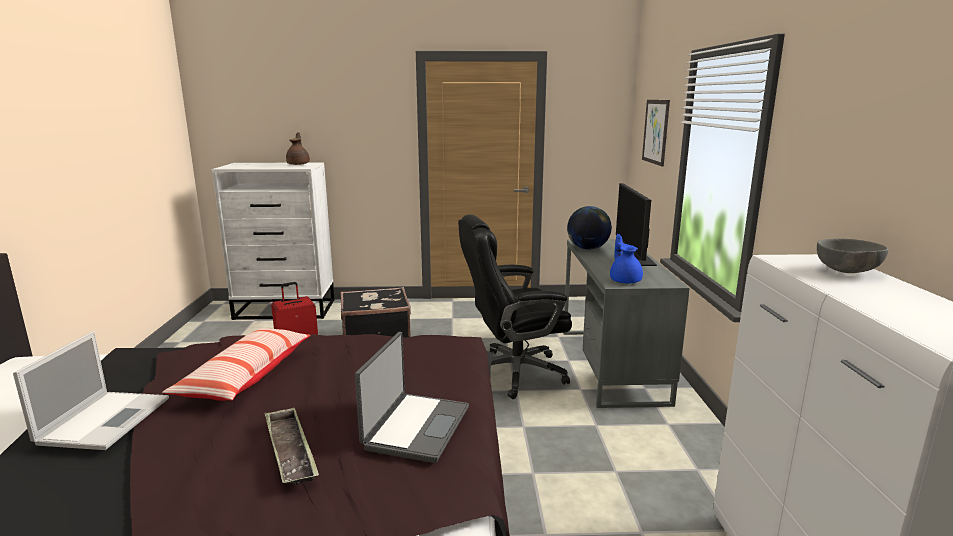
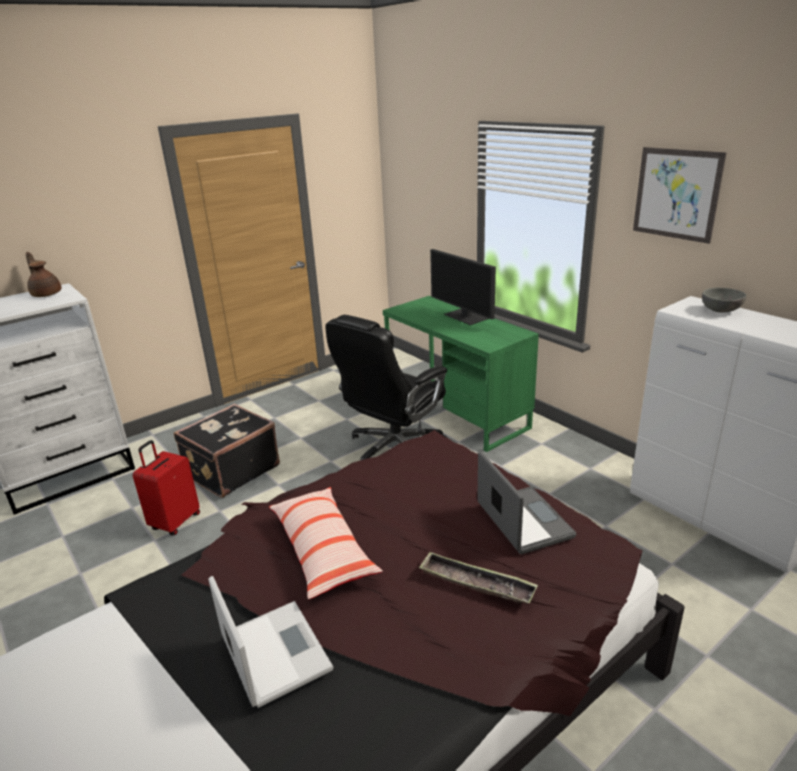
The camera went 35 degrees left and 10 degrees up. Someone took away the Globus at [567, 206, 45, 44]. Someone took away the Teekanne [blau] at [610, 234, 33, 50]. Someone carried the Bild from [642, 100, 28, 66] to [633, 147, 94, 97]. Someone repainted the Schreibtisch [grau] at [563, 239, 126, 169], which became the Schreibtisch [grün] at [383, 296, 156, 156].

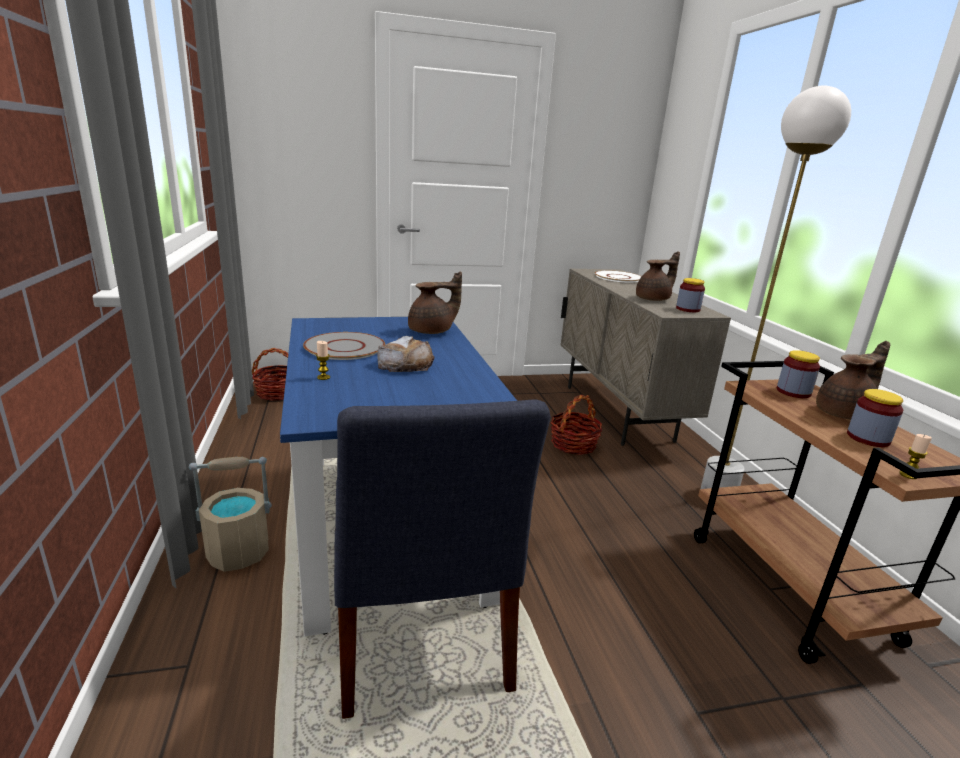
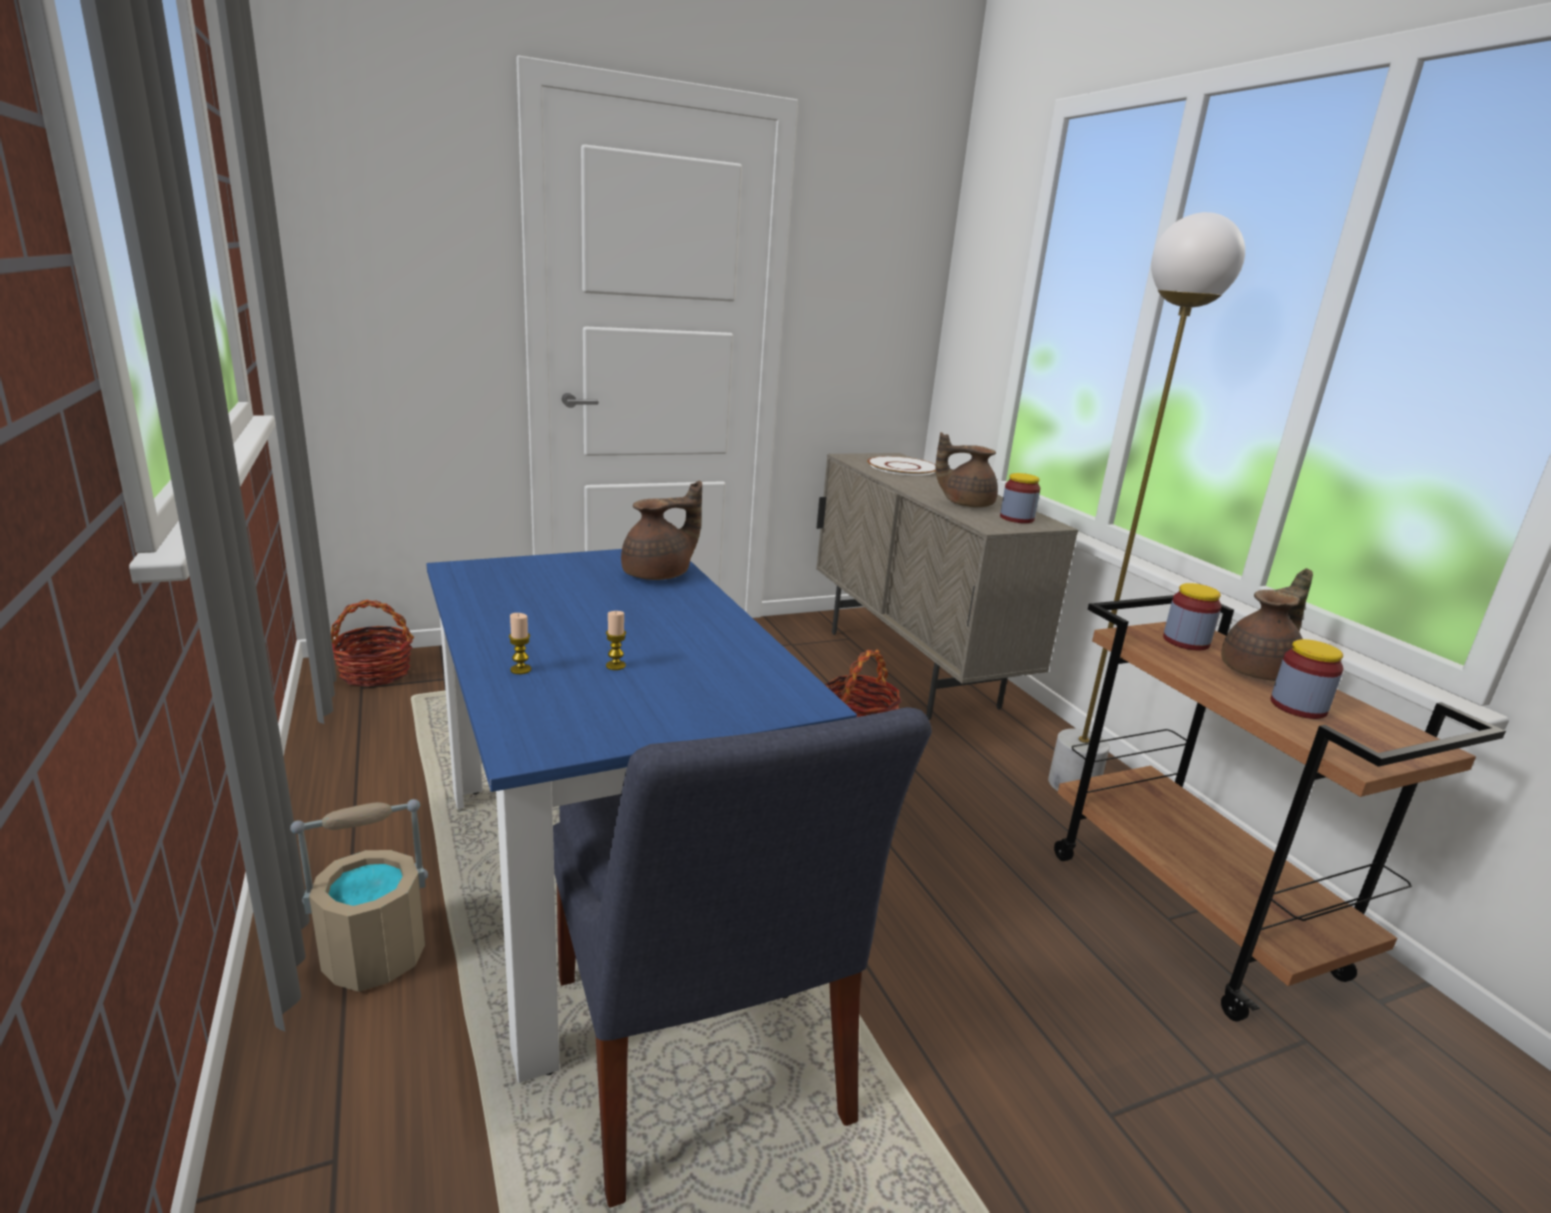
The camera went 10 degrees left and 0 degrees up. Someone took away the Teller [grau] at [303, 332, 82, 28]. Someone took away the Brot at [377, 336, 57, 36]. Someone carried the Kerze from [899, 434, 33, 45] to [606, 611, 20, 59]. Someone rotated the Teekanne [braun] at [636, 251, 44, 50] by 135 degrees counterclockwise.

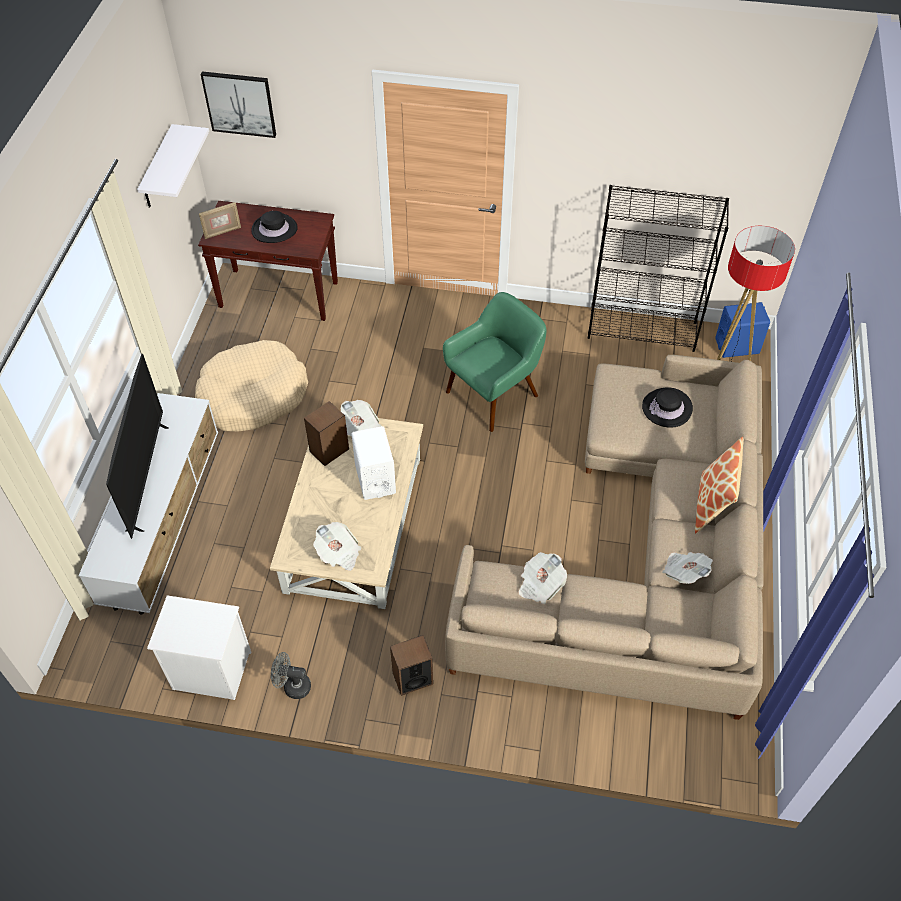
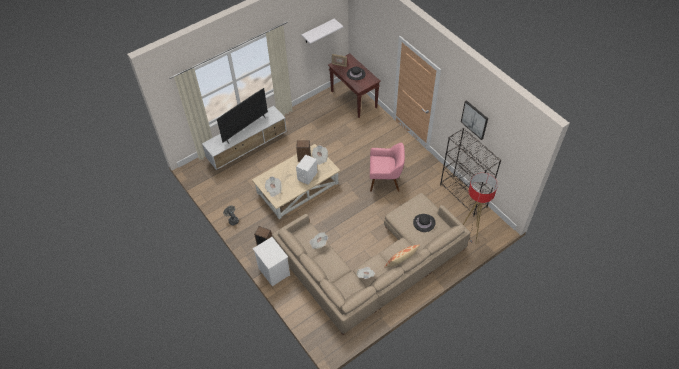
The camera went 45 degrees right and 0 degrees up. Someone took away the Hundebett [beige] at [195, 340, 113, 91]. Someone took away the Lautsprecher [blau] at [715, 302, 55, 56]. Someone carried the Nachttisch [weiß] from [147, 595, 104, 105] to [253, 237, 37, 49]. Someone carried the Bild from [200, 71, 76, 67] to [461, 100, 27, 40]. Someone repainted the Sessel [grün] at [443, 292, 103, 140], which became the Sessel [rosa] at [370, 143, 35, 49].

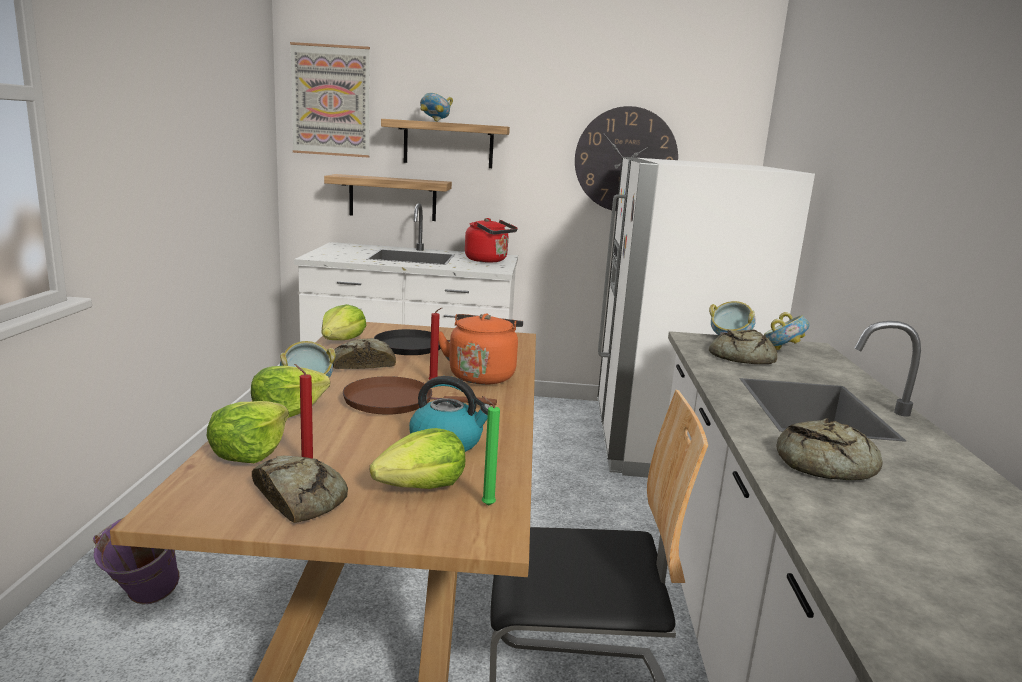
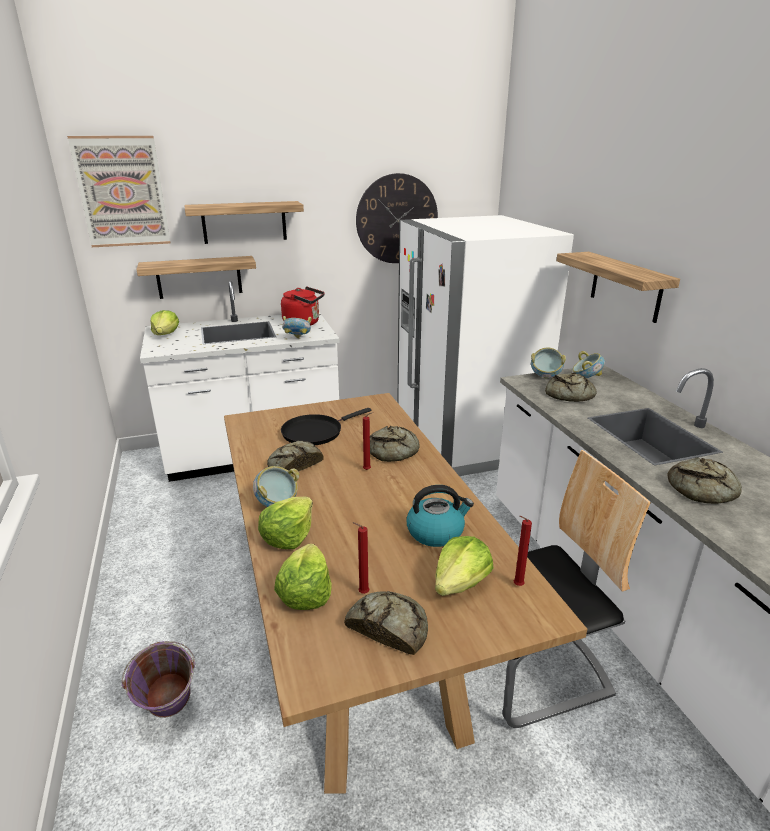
The camera went 20 degrees left and 10 degrees up. Someone took away the Pfanne [braun] at [343, 376, 154, 39]. Someone put up the Wandregal at [556, 252, 124, 71]. Someone carried the Salatkopf from [321, 304, 45, 36] to [150, 310, 29, 25]. Someone carried the Schüssel from [420, 93, 33, 29] to [282, 316, 30, 22]. Someone swapped the Wasserkessel [orange] at [439, 313, 84, 72] for the Brot at [370, 426, 50, 36]. Someone repainted the Kerze [grün] at [482, 396, 18, 110], which became the Kerze [rot] at [514, 516, 18, 70].

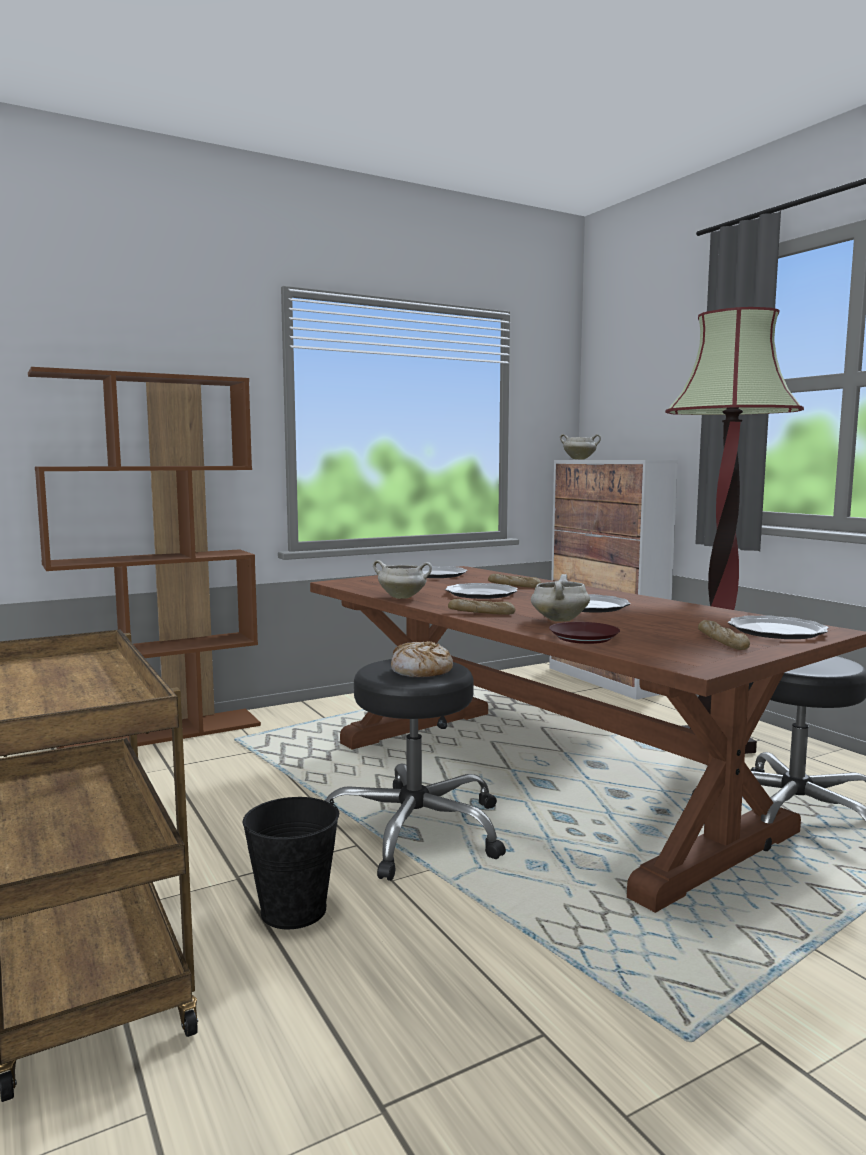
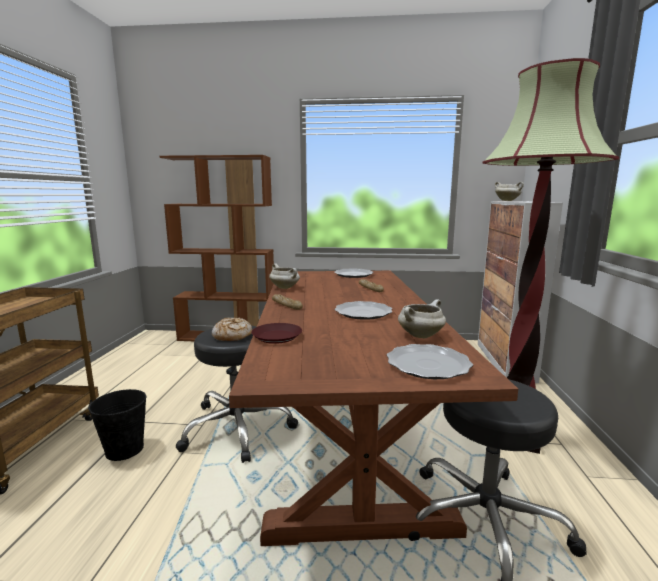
The camera went 35 degrees right and 5 degrees up. Someone took away the Teller at [445, 583, 73, 16]. Someone took away the Brot at [698, 620, 52, 30]. Someone carried the Kochtopf [weiß] from [531, 574, 59, 48] to [398, 299, 48, 39].

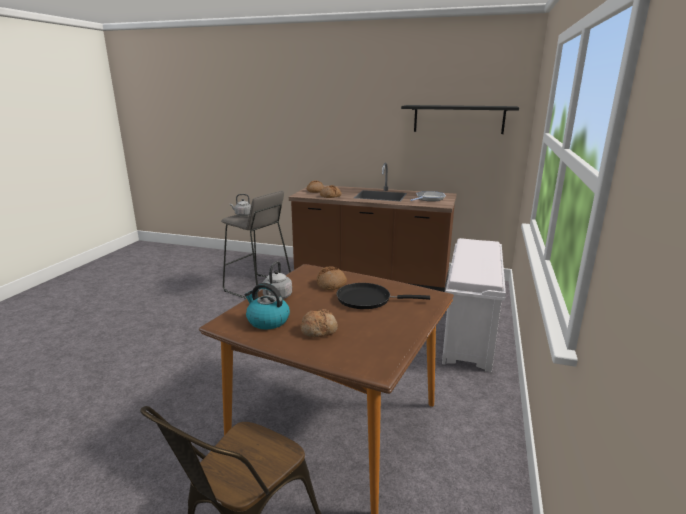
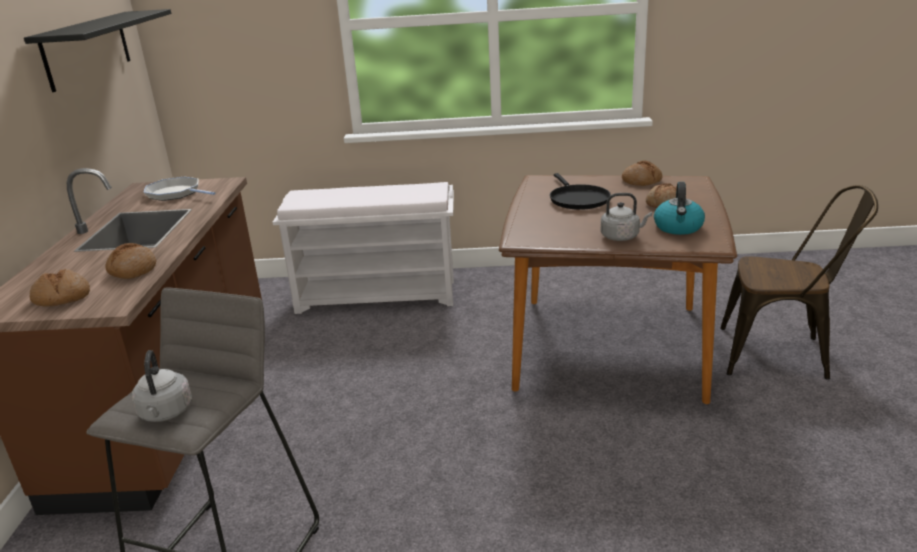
The camera went 105 degrees left and 5 degrees up. Someone carried the Brot from [317, 266, 30, 24] to [622, 161, 40, 25].

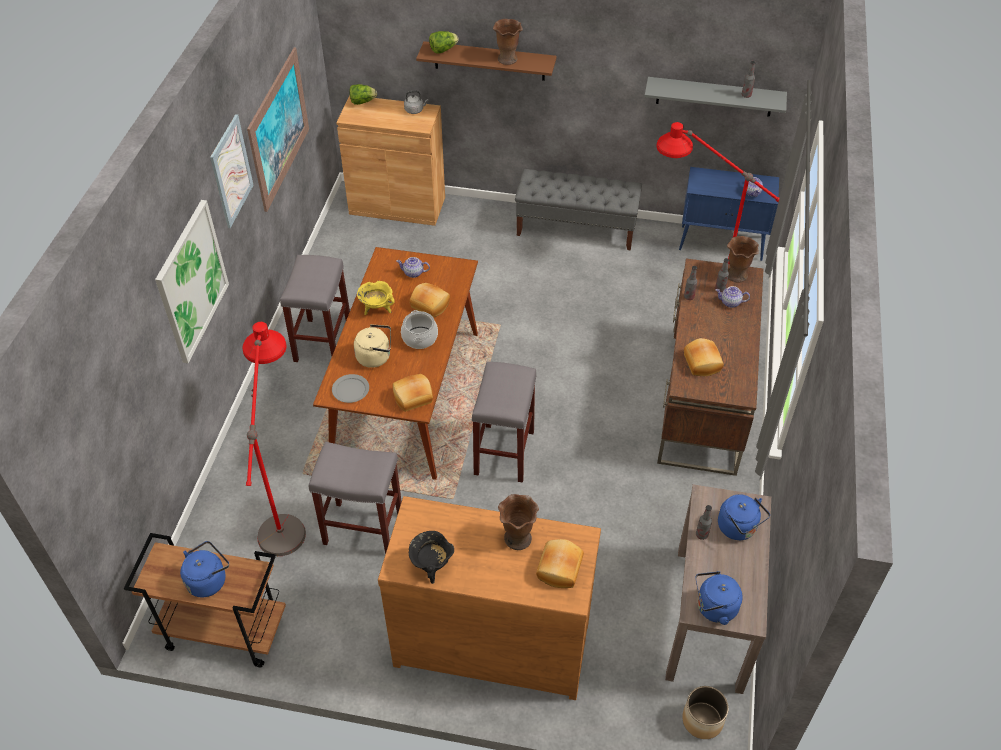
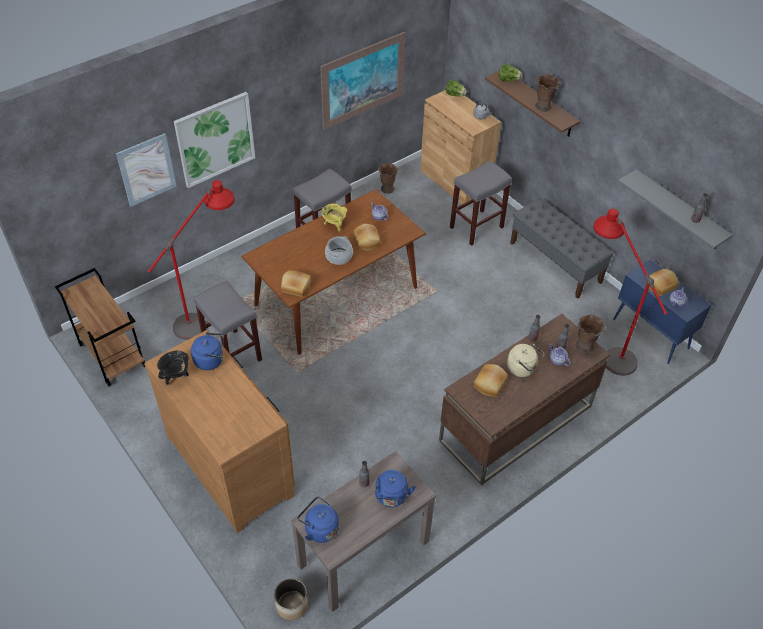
The camera went 40 degrees right and 0 degrees up. Someone took away the Teller [grau] at [332, 374, 37, 29]. Someone carried the Wasserkessel [blau] from [180, 541, 49, 56] to [191, 332, 33, 38]. Someone carried the Bild from [210, 114, 43, 114] to [116, 133, 60, 73]. Someone carried the Wasserkessel [beige] from [354, 324, 37, 44] to [507, 344, 37, 33]. Someone carried the Hocker [grau] from [471, 361, 66, 122] to [450, 161, 62, 85]. Someone carried the Vase [braun] from [498, 494, 41, 56] to [378, 163, 20, 31]. Someone carried the Brot from [536, 539, 48, 49] to [646, 269, 33, 27].

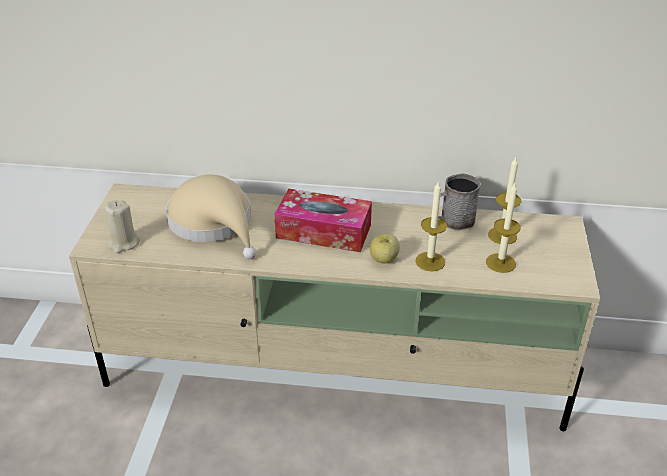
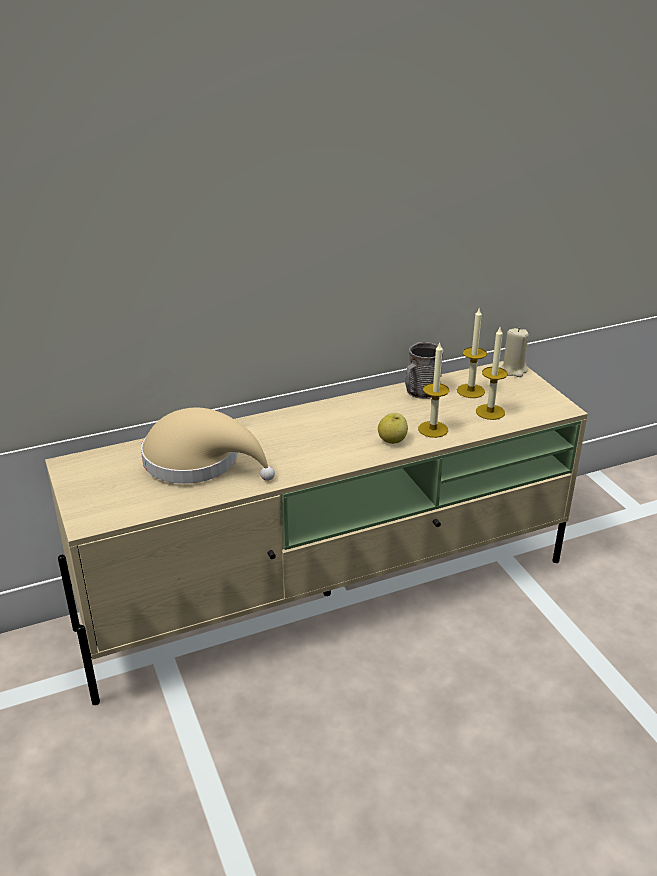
The camera went 30 degrees left and 5 degrees down. Someone took away the Taschentuchbox at [274, 189, 98, 63]. Someone carried the Kerze [beige] from [105, 200, 35, 53] to [500, 328, 29, 49].

